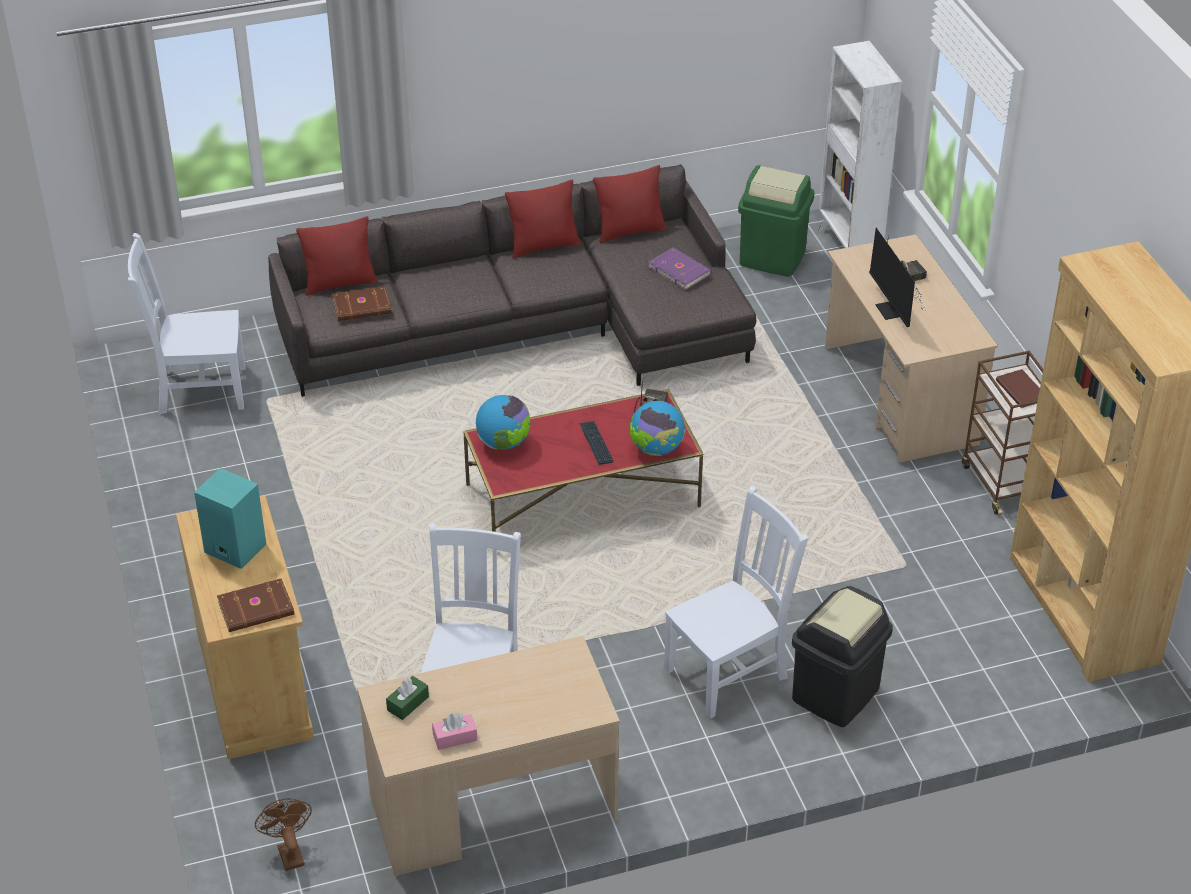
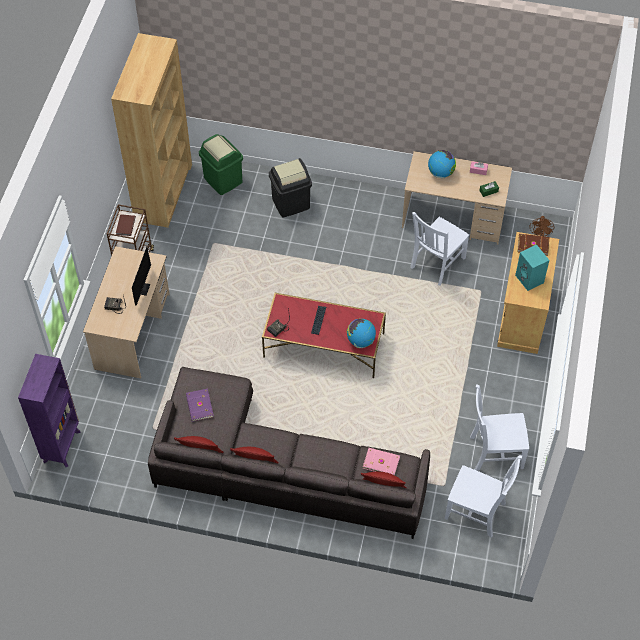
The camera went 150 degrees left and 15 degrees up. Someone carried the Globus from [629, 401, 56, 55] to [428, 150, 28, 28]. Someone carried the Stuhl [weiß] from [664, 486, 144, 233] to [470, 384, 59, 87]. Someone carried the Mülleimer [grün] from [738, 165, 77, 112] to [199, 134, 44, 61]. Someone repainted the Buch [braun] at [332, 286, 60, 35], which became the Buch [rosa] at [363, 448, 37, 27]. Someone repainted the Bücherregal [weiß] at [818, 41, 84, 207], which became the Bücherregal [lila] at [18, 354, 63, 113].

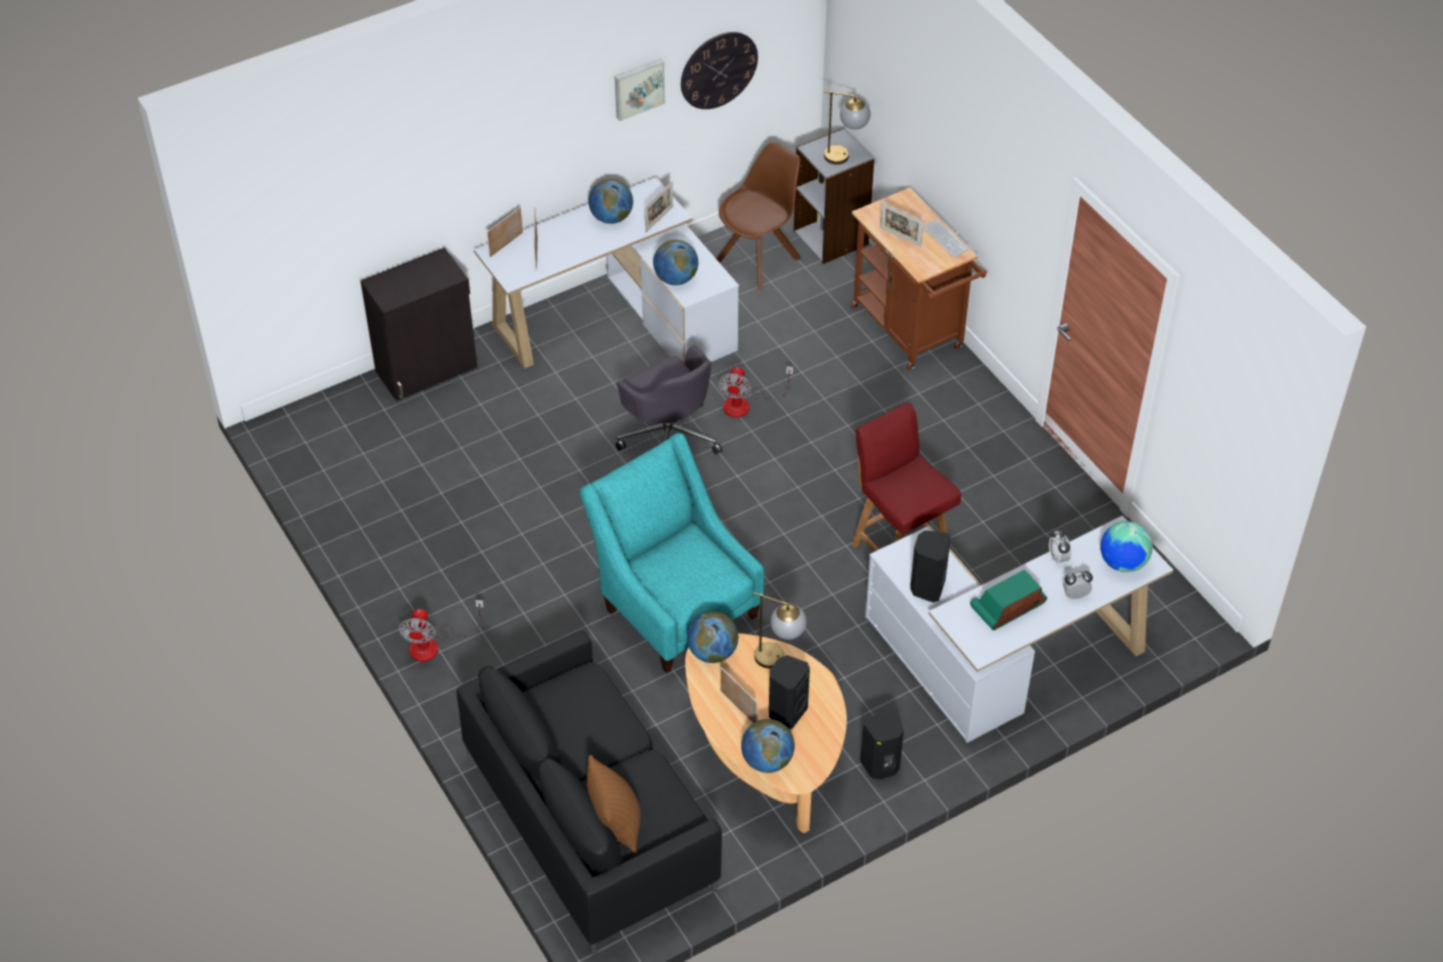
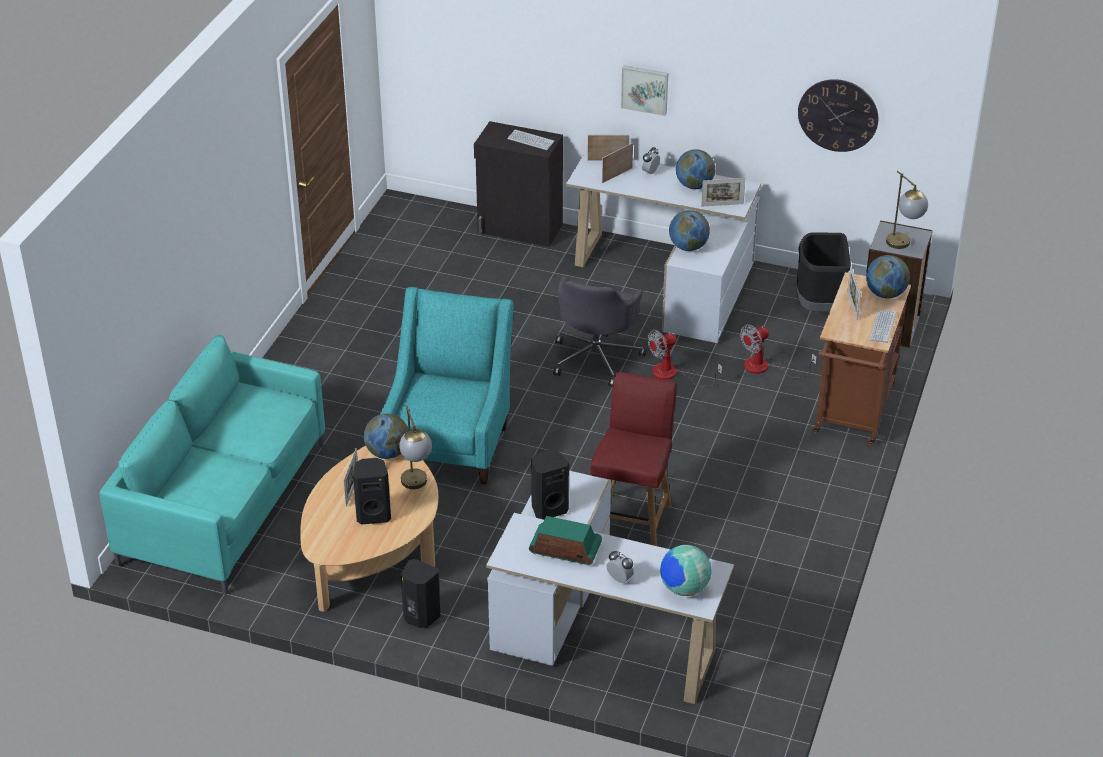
The camera went 50 degrees right and 10 degrees down. Someone took away the Kissen [braun] at [587, 755, 54, 99]. Someone put down the Tastatur at [507, 130, 47, 20]. Someone carried the Ventilator from [398, 600, 86, 62] to [740, 324, 77, 54]. Someone carried the Bild from [615, 59, 50, 62] to [621, 65, 47, 51]. Someone carried the Globus from [741, 719, 54, 54] to [866, 255, 44, 44]. Someone carried the Wecker from [1049, 529, 22, 36] to [641, 147, 19, 27]. Someone swapped the Stuhl [braun] at [716, 142, 85, 148] for the Mülleimer [schwarz] at [796, 232, 55, 80]. Someone repainted the Sofa [schwarz] at [457, 631, 265, 324], which became the Sofa [türkis] at [100, 335, 225, 260].

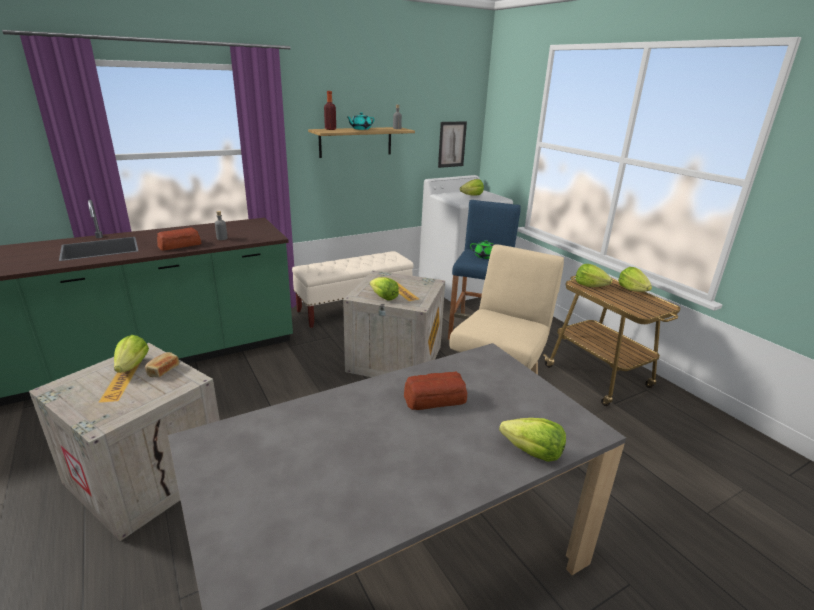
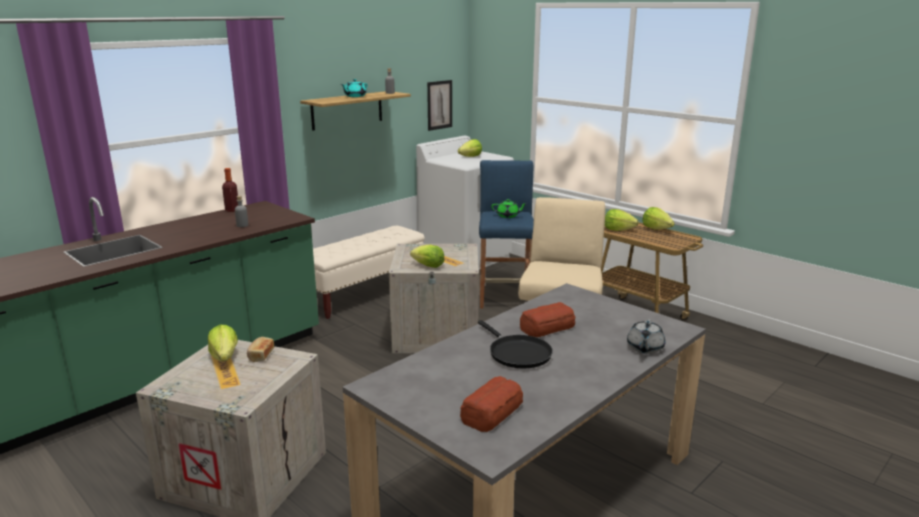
The camera went 15 degrees left and 5 degrees down. Someone put down the Pfanne [schwarz] at [478, 320, 75, 48]. Someone carried the Brot from [157, 228, 44, 23] to [460, 376, 63, 56]. Someone carried the Flasche from [324, 91, 12, 39] to [222, 168, 16, 44]. Someone swapped the Salatkopf at [499, 418, 67, 44] for the Teekanne [grau] at [627, 320, 38, 34].

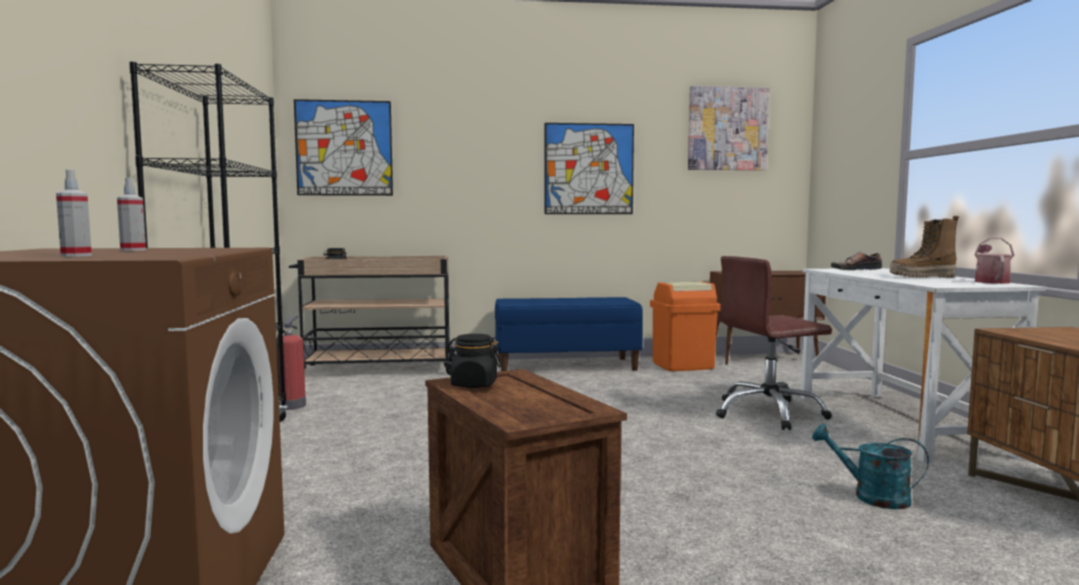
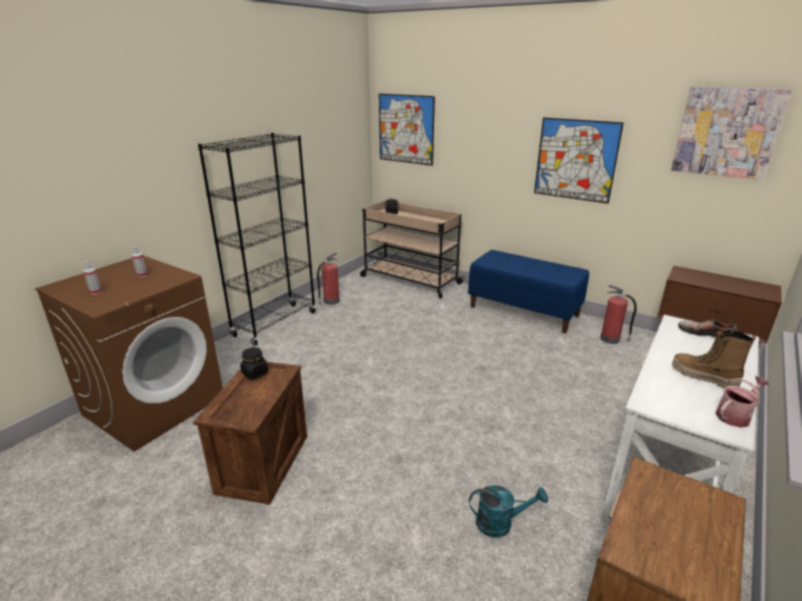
The camera went 40 degrees right and 20 degrees up. Someone took away the Bürostuhl [braun] at [716, 256, 116, 174]. Someone swapped the Mülleimer [orange] at [650, 281, 70, 90] for the Feuerlöscher at [600, 285, 37, 59]. Someone rotated the Gießkanne [türkis] at [812, 424, 117, 85] by 105 degrees clockwise.

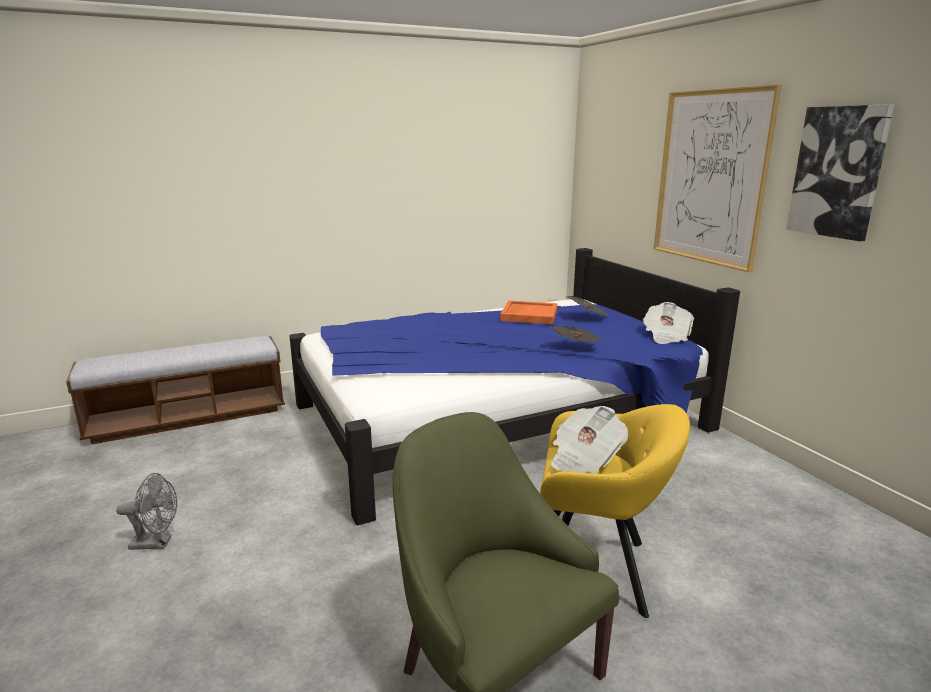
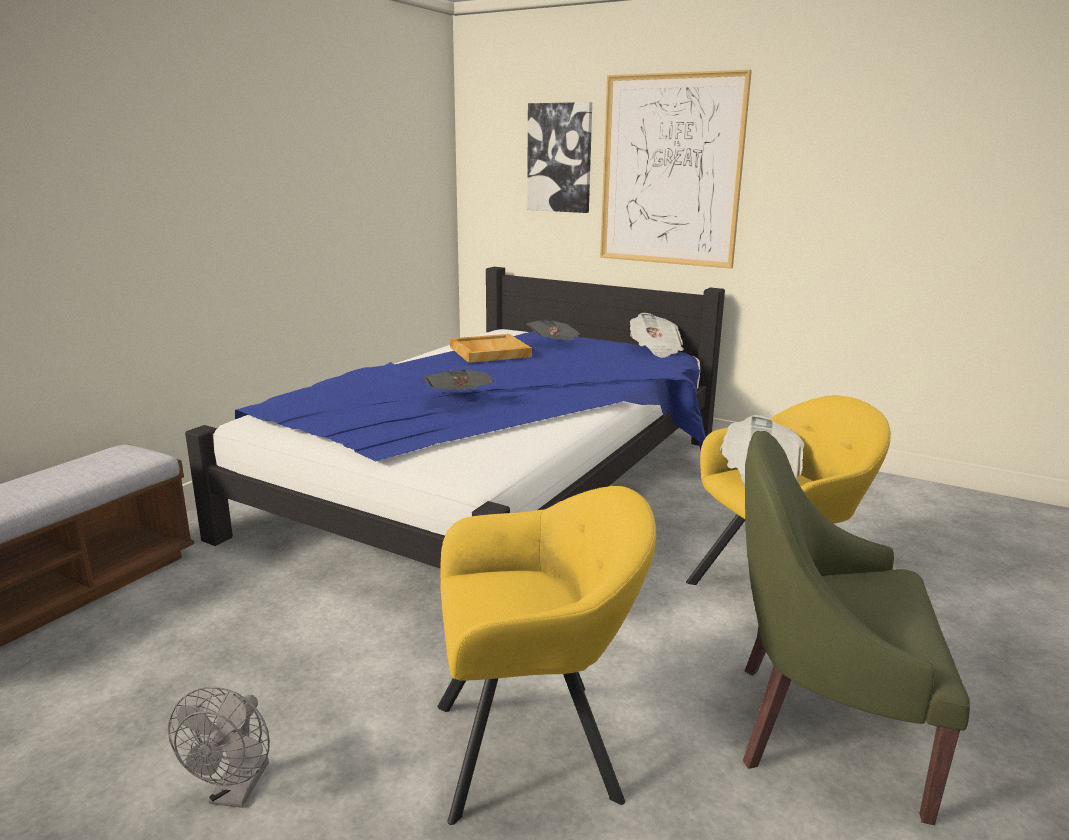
The camera went 35 degrees left and 0 degrees up. Someone put down the Sessel [gelb] at [437, 486, 219, 339]. Someone carried the Zeitung from [549, 326, 52, 16] to [423, 369, 71, 21]. Someone carried the Bild from [786, 104, 108, 137] to [527, 102, 65, 111]. Someone repainted the Tablett [orange] at [500, 301, 58, 23], which became the Tablett [beige] at [450, 334, 82, 29]. Someone rotated the Ventilator [grau] at [116, 473, 61, 77] by 135 degrees clockwise.

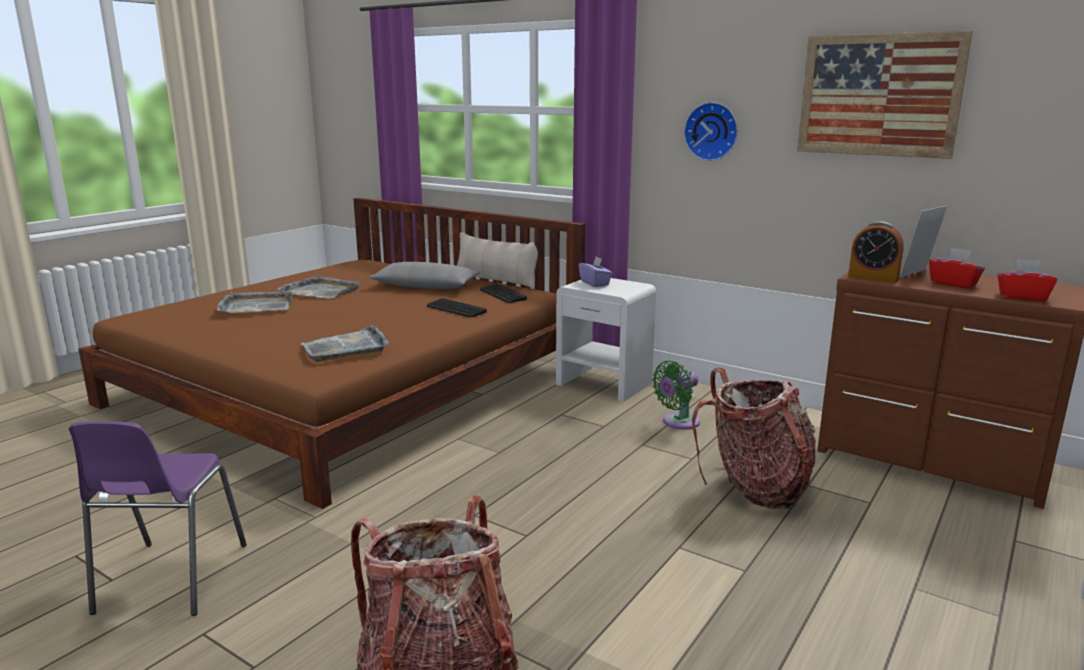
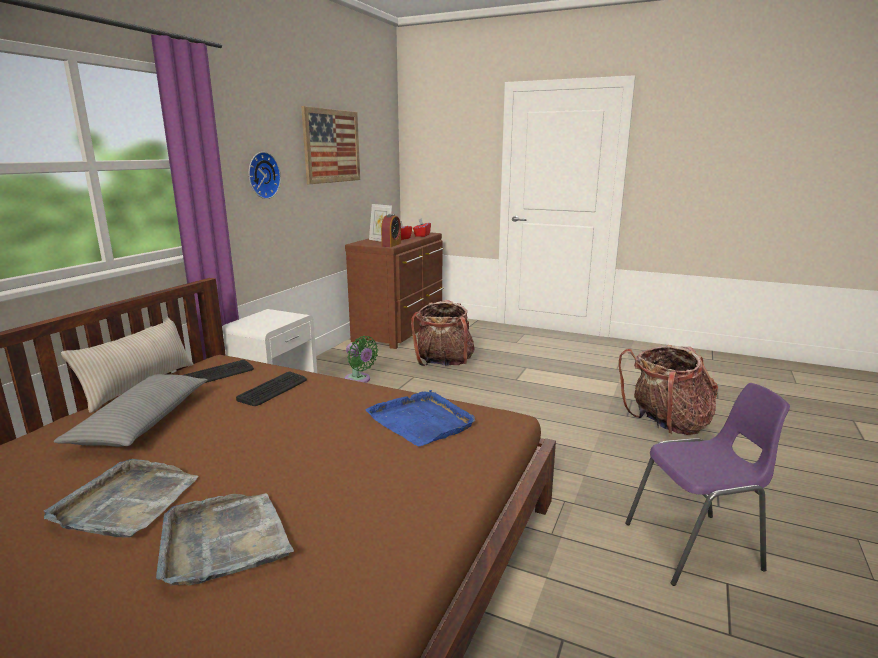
The camera went 100 degrees left and 0 degrees up. Someone took away the Taschentuchbox [lila] at [579, 256, 33, 31]. Someone repainted the Tablett [grau] at [301, 325, 88, 37], which became the Tablett [blau] at [365, 390, 110, 56].

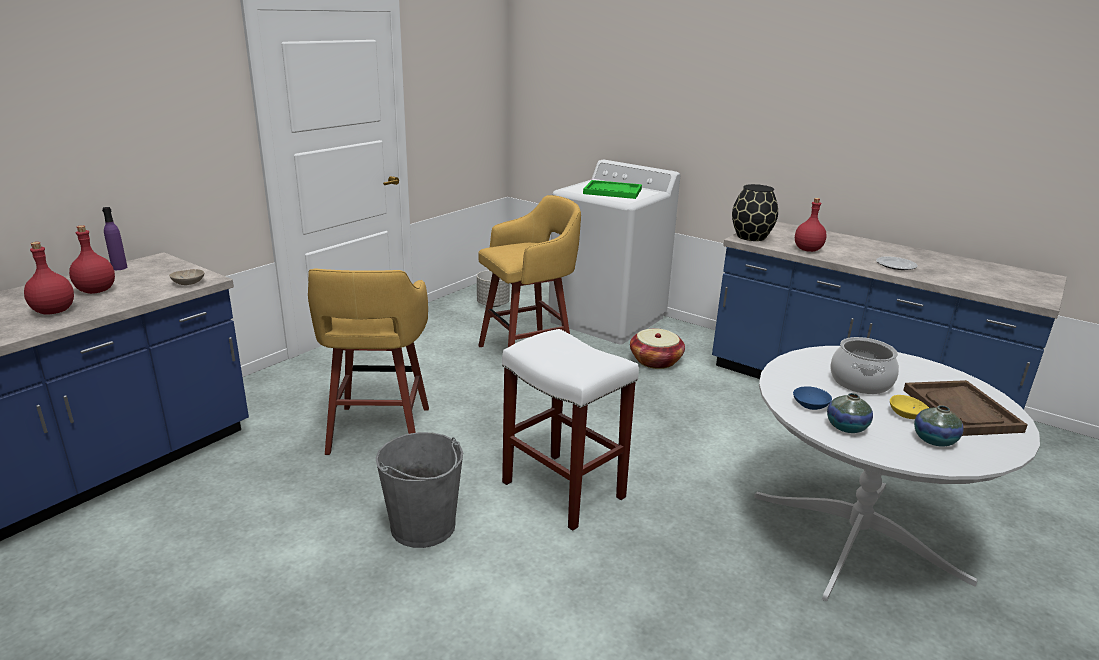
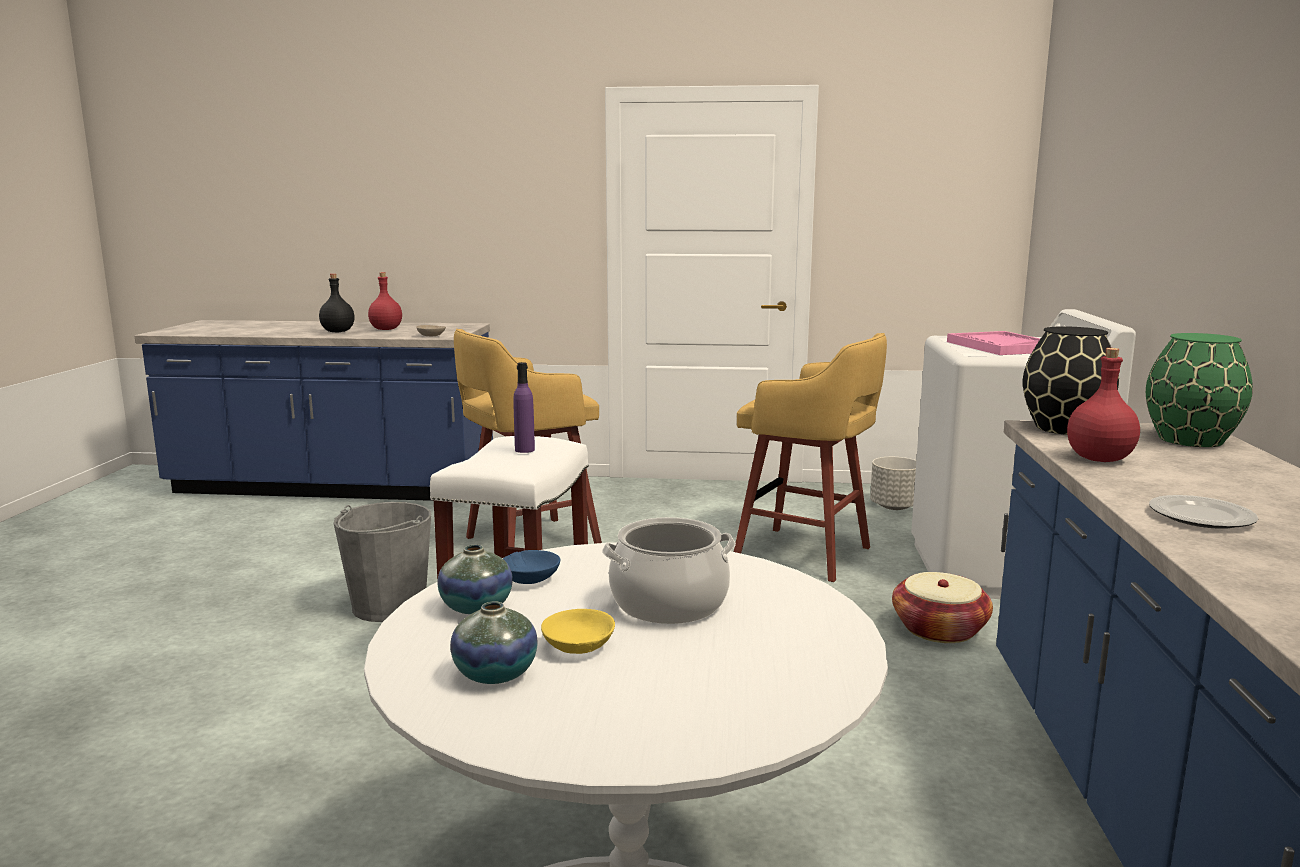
The camera went 60 degrees right and 10 degrees down. Someone took away the Tablett [braun] at [903, 380, 125, 56]. Someone put down the Vase [grün] at [1146, 333, 107, 114]. Someone carried the Flasche [lila] from [102, 207, 25, 63] to [513, 362, 22, 91]. Someone repainted the Flasche [rot] at [24, 242, 50, 73], which became the Flasche [schwarz] at [319, 274, 36, 58]. Someone repainted the Tablett [grün] at [583, 180, 59, 19], which became the Tablett [rosa] at [947, 331, 93, 24].

